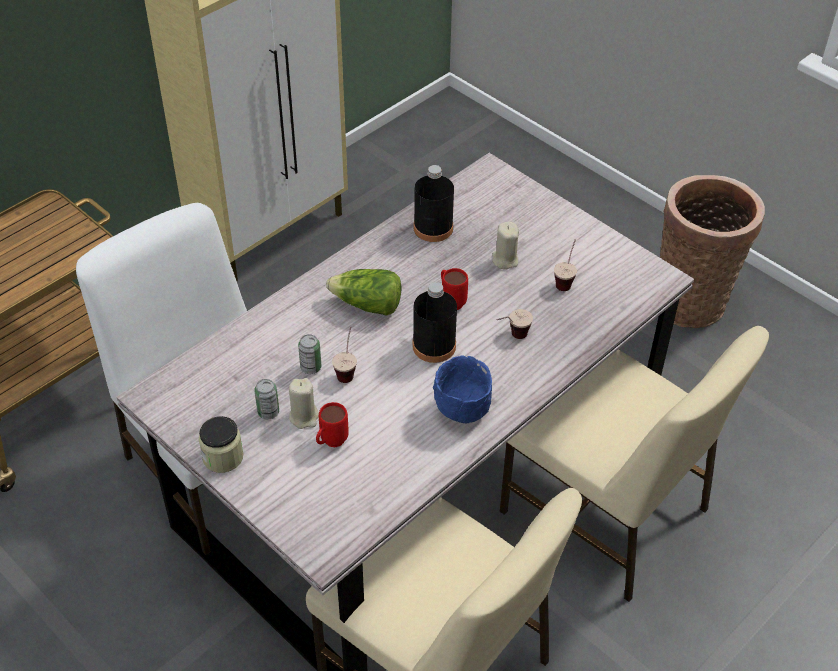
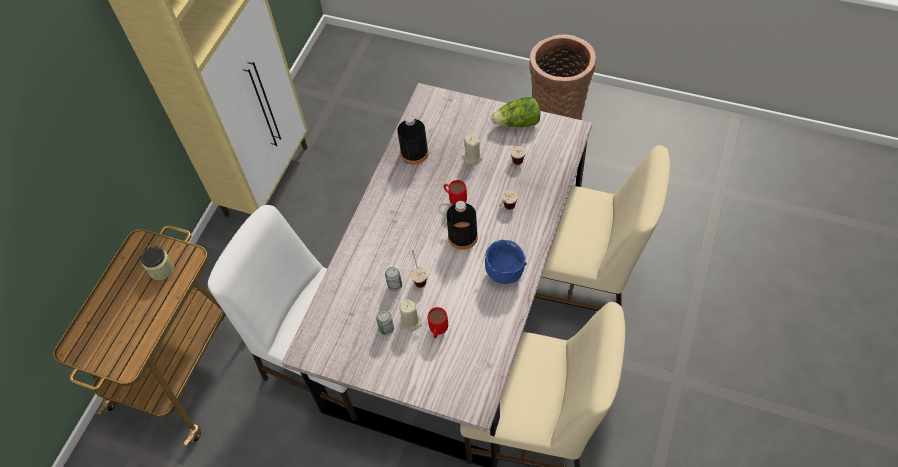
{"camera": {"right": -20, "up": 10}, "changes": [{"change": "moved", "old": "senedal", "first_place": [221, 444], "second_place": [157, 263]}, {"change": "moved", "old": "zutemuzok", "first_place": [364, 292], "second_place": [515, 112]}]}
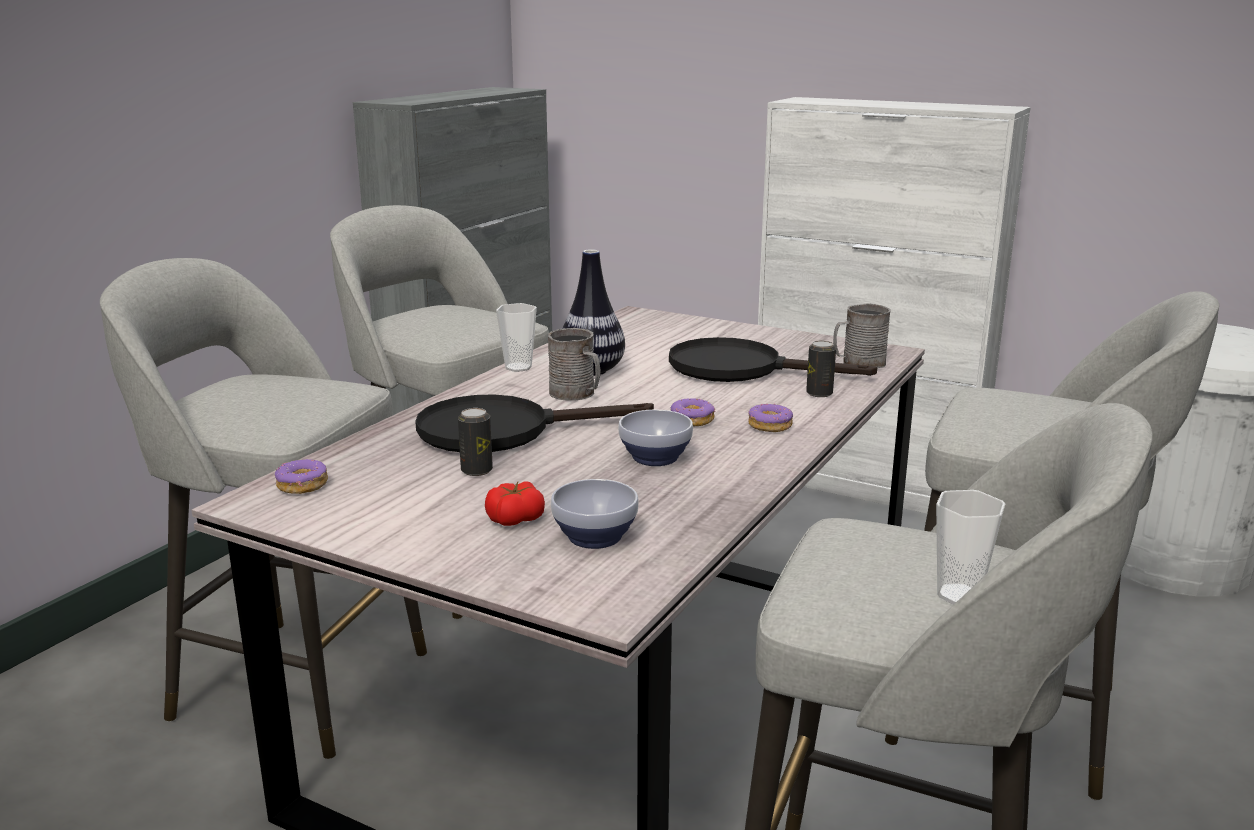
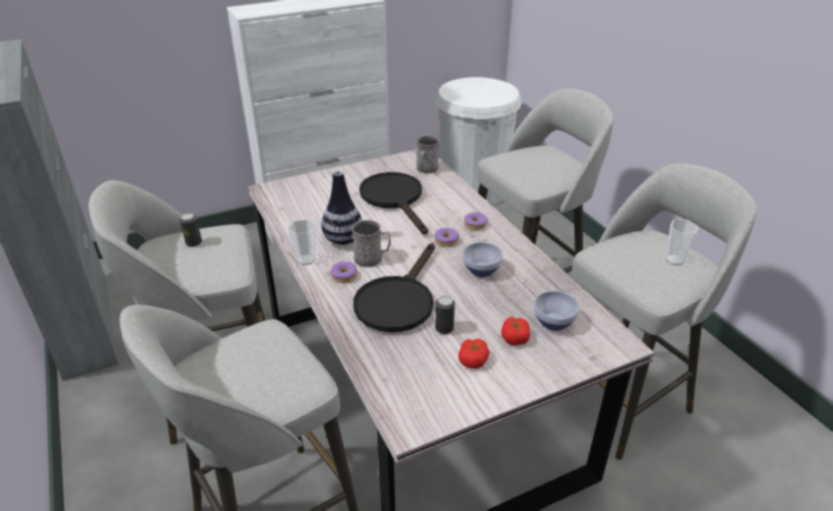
{"camera": {"right": -55, "up": 15}, "changes": [{"change": "added", "new": "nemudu", "second_place": [473, 354]}, {"change": "moved", "old": "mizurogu", "first_place": [301, 476], "second_place": [344, 272]}, {"change": "moved", "old": "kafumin", "first_place": [821, 368], "second_place": [191, 230]}, {"change": "turned", "old": "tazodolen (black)", "first_place": [773, 359], "second_place": [393, 203], "degrees": 105}]}
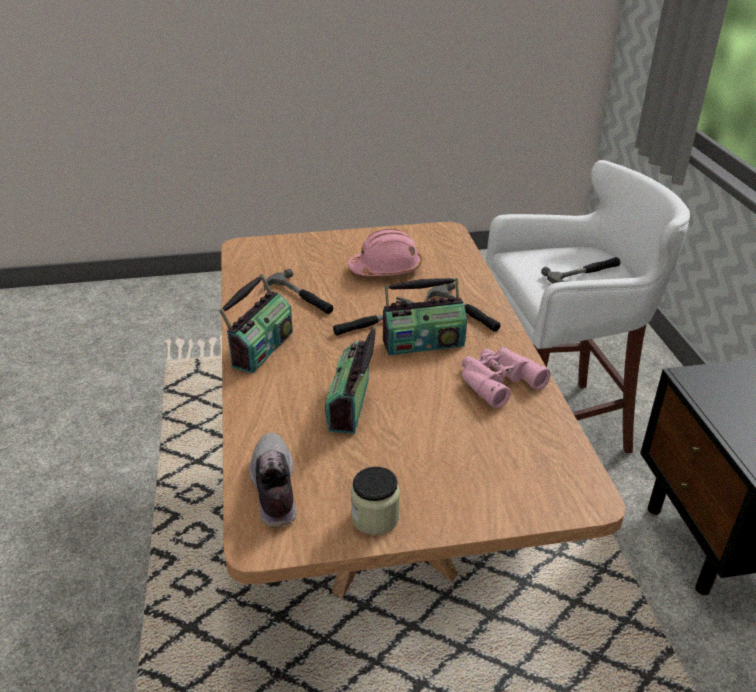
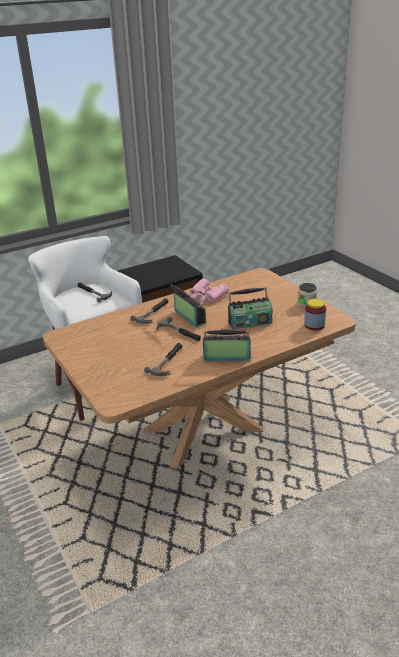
{"camera": {"right": -110, "up": -5}, "changes": [{"change": "removed", "old": "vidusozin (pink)", "first_place": [385, 252]}, {"change": "replaced", "old": "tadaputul", "new": "senedal", "first_place": [273, 480], "second_place": [315, 314]}]}
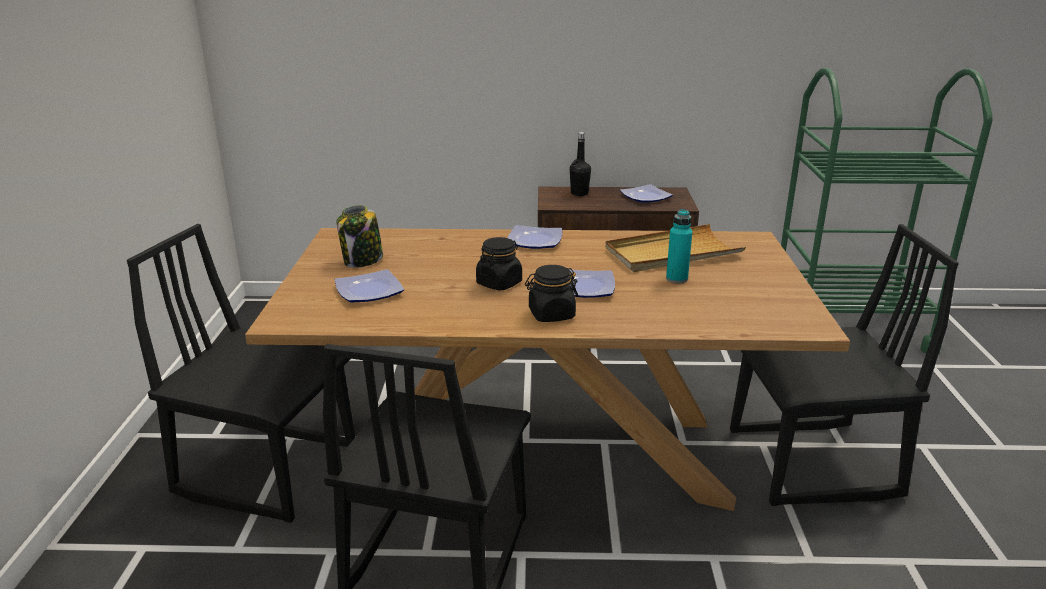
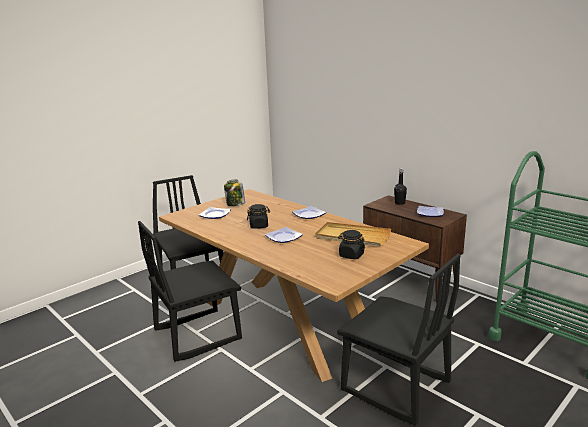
{"camera": {"right": 45, "up": -5}, "changes": [{"change": "removed", "old": "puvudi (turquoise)", "first_place": [679, 246]}, {"change": "moved", "old": "senedal (black)", "first_place": [552, 293], "second_place": [351, 244]}]}
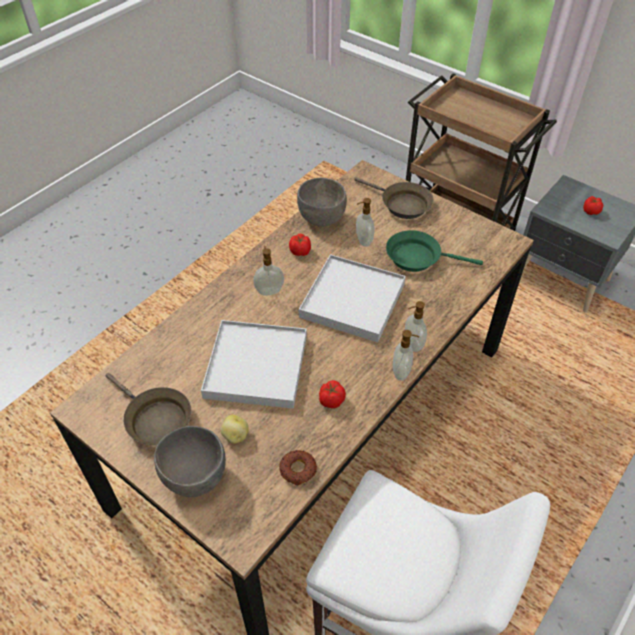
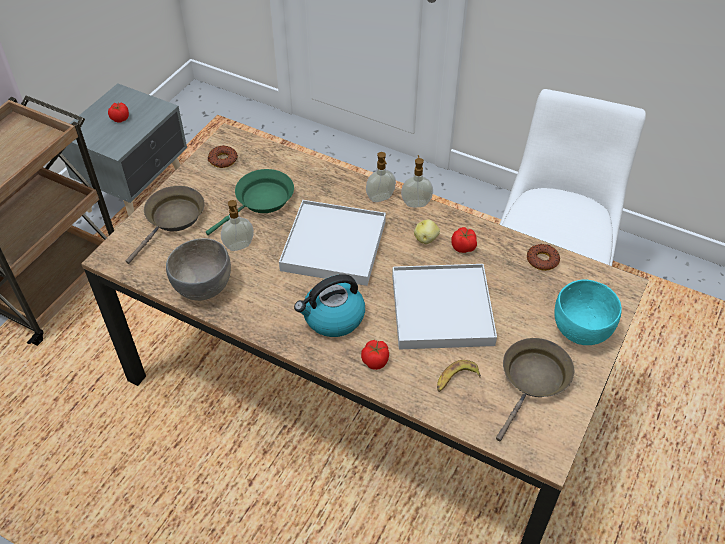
{"camera": {"right": -100, "up": 0}, "changes": [{"change": "added", "new": "mizurogu", "second_place": [223, 156]}, {"change": "added", "new": "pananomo", "second_place": [459, 376]}, {"change": "moved", "old": "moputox", "first_place": [235, 429], "second_place": [427, 232]}, {"change": "moved", "old": "nemudu", "first_place": [300, 245], "second_place": [375, 355]}, {"change": "replaced", "old": "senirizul", "new": "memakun", "first_place": [268, 271], "second_place": [329, 305]}, {"change": "recoloured", "old": "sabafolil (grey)", "new": "sabafolil (turquoise)", "first_place": [190, 461], "second_place": [588, 312]}, {"change": "turned", "old": "tazodolen (green)", "first_place": [434, 251], "second_place": [250, 202], "degrees": -135}]}
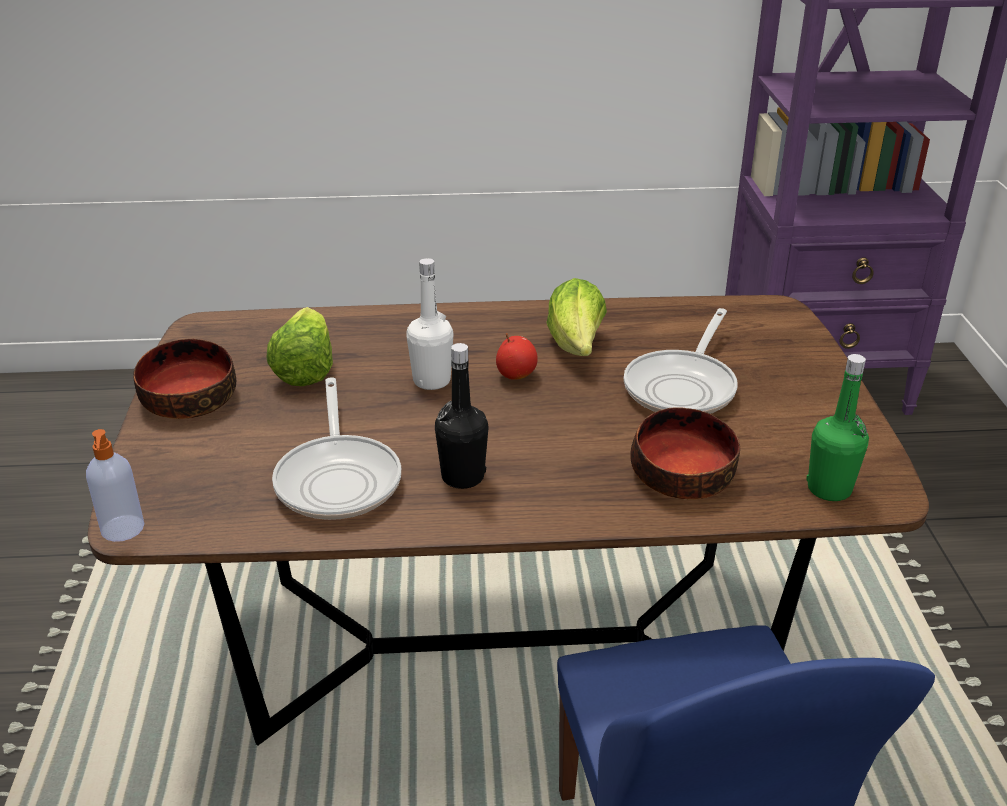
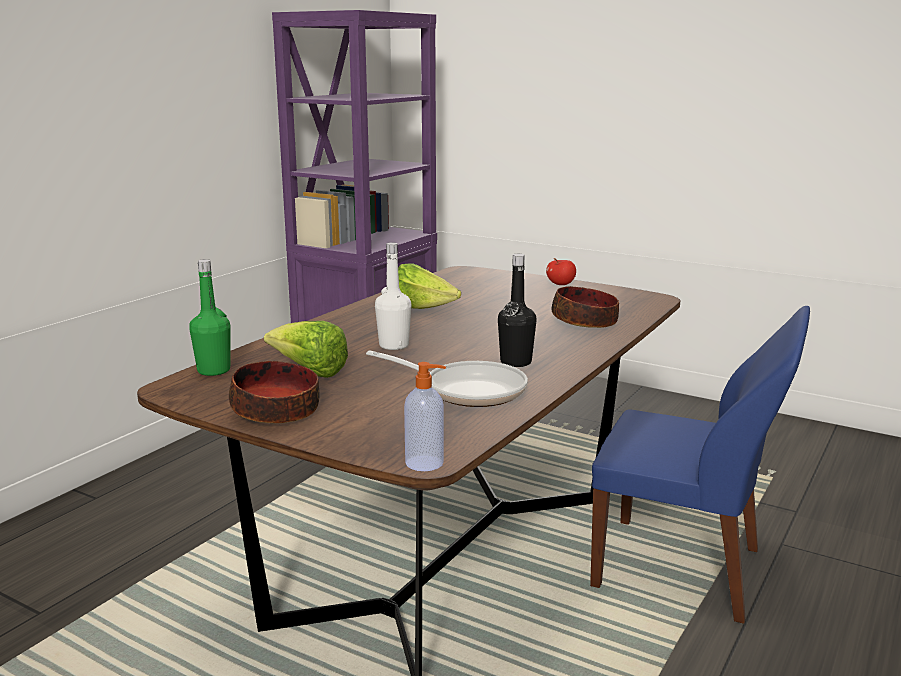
{"camera": {"right": -55, "up": -15}, "changes": [{"change": "removed", "old": "tazodolen", "first_place": [680, 361]}, {"change": "moved", "old": "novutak", "first_place": [517, 356], "second_place": [561, 271]}, {"change": "moved", "old": "puvudi (green)", "first_place": [837, 427], "second_place": [210, 317]}]}
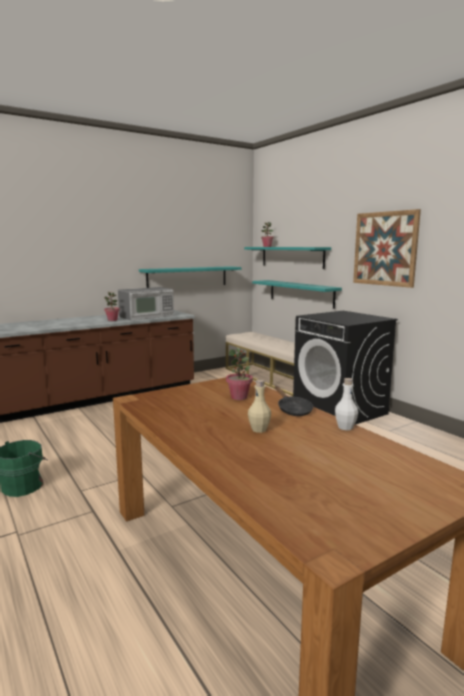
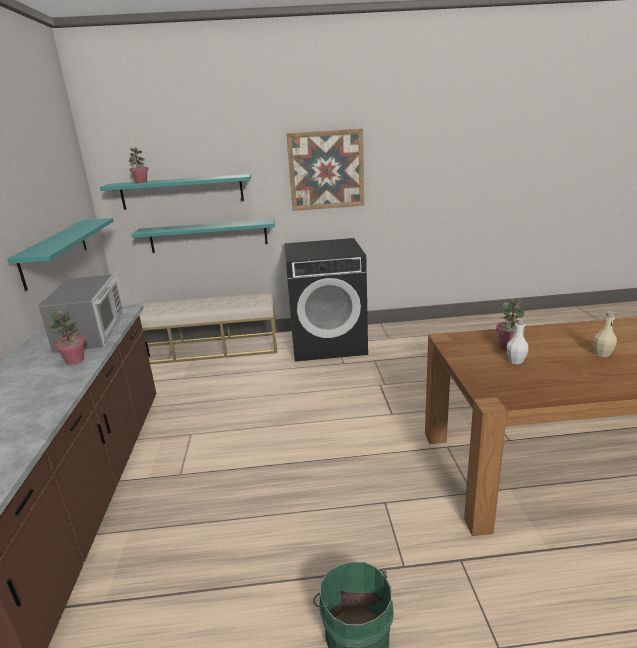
{"camera": {"right": -60, "up": 10}, "changes": [{"change": "removed", "old": "tazodolen (black)", "first_place": [294, 401]}, {"change": "moved", "old": "puvudi (white)", "first_place": [346, 404], "second_place": [517, 341]}]}
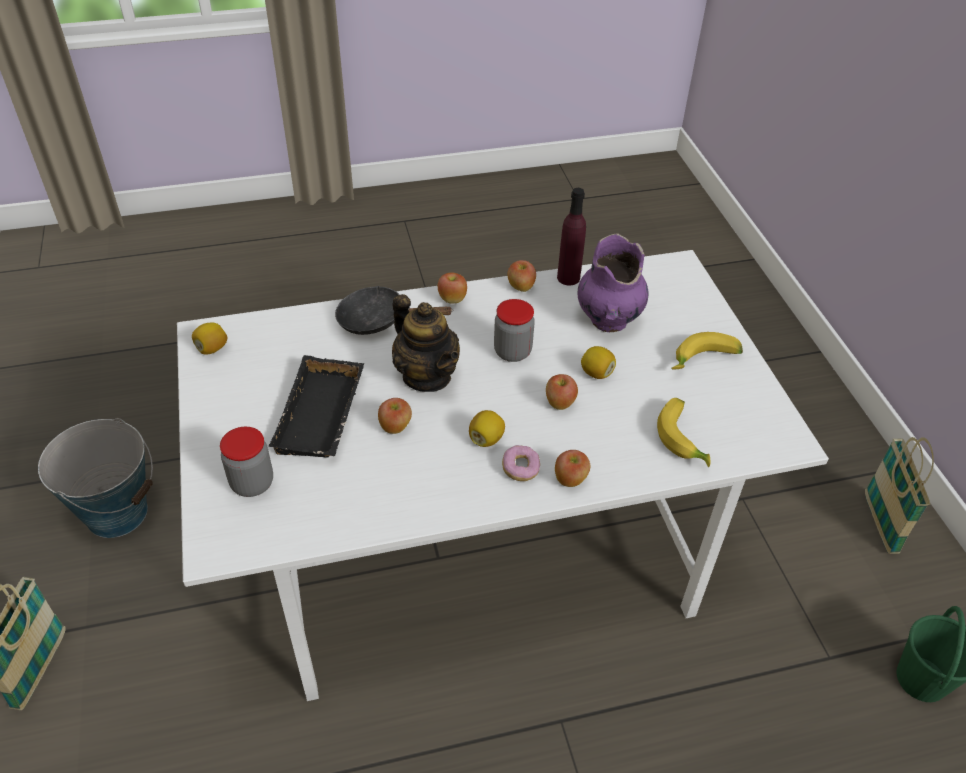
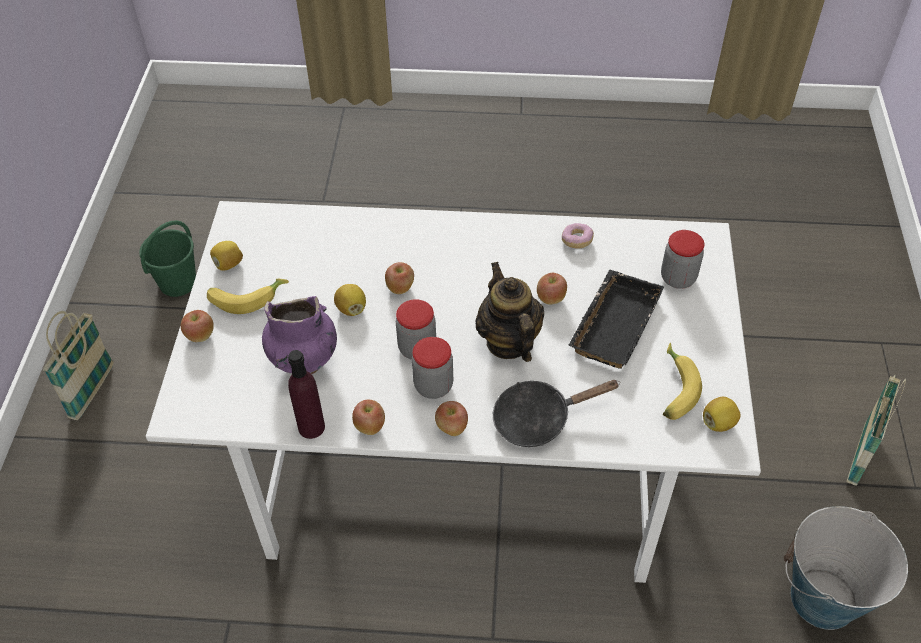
{"camera": {"right": -160, "up": 5}, "changes": [{"change": "added", "new": "senedal", "second_place": [432, 368]}, {"change": "moved", "old": "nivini", "first_place": [487, 428], "second_place": [226, 255]}, {"change": "moved", "old": "mizurogu", "first_place": [521, 463], "second_place": [578, 235]}, {"change": "moved", "old": "novutak", "first_place": [572, 468], "second_place": [197, 326]}, {"change": "moved", "old": "pananomo", "first_place": [683, 432], "second_place": [682, 381]}, {"change": "turned", "old": "tazodolen (black)", "first_place": [394, 310], "second_place": [556, 413], "degrees": 135}]}
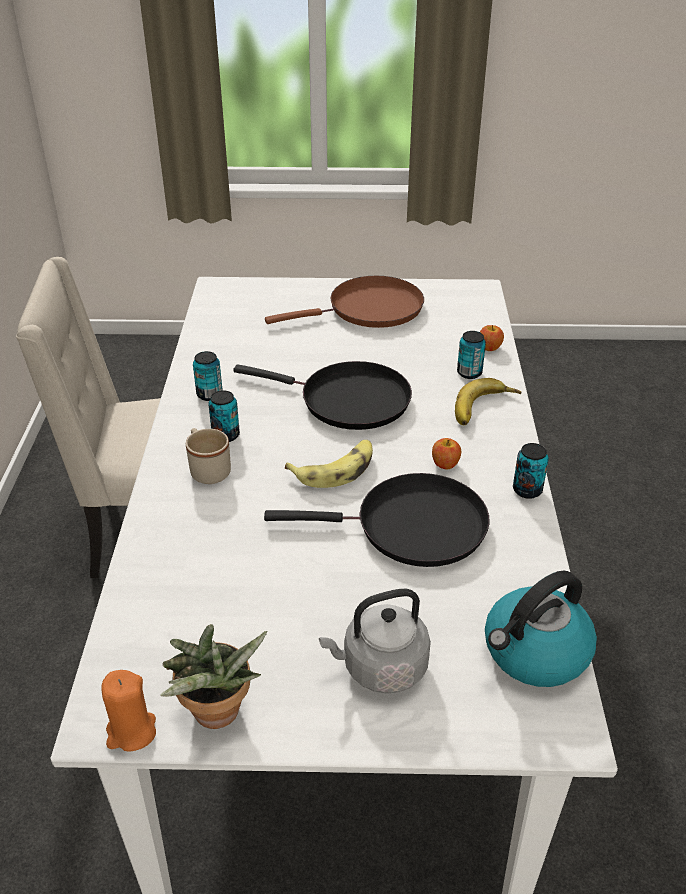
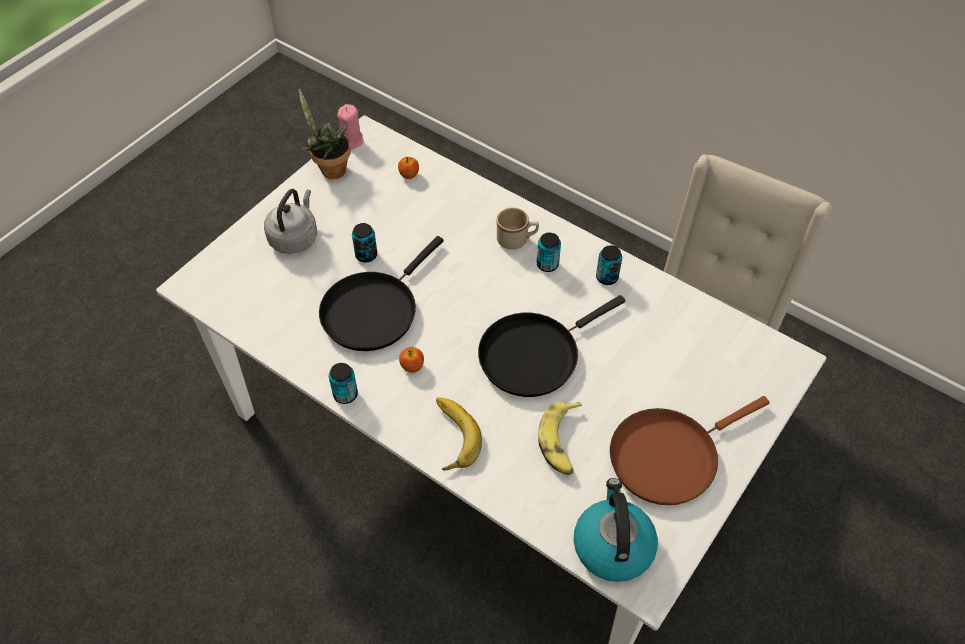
{"camera": {"right": 125, "up": 15}, "changes": [{"change": "moved", "old": "pananomo", "first_place": [329, 464], "second_place": [560, 438]}, {"change": "moved", "old": "kafumin", "first_place": [471, 355], "second_place": [364, 243]}, {"change": "moved", "old": "novutak", "first_place": [492, 338], "second_place": [408, 168]}, {"change": "moved", "old": "memakun", "first_place": [541, 628], "second_place": [616, 530]}, {"change": "recoloured", "old": "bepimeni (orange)", "new": "bepimeni (pink)", "first_place": [128, 711], "second_place": [350, 126]}, {"change": "turned", "old": "tazodolen (brown)", "first_place": [344, 302], "second_place": [689, 450], "degrees": 45}]}
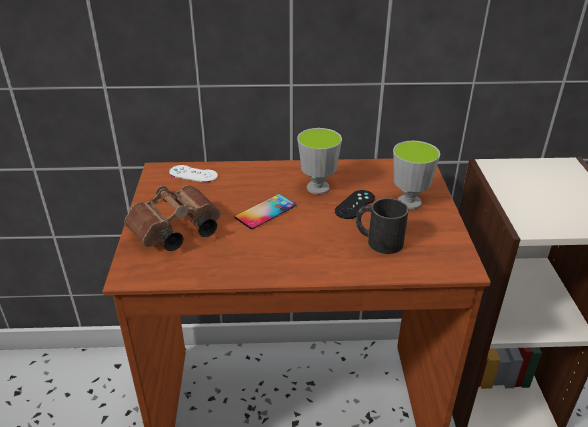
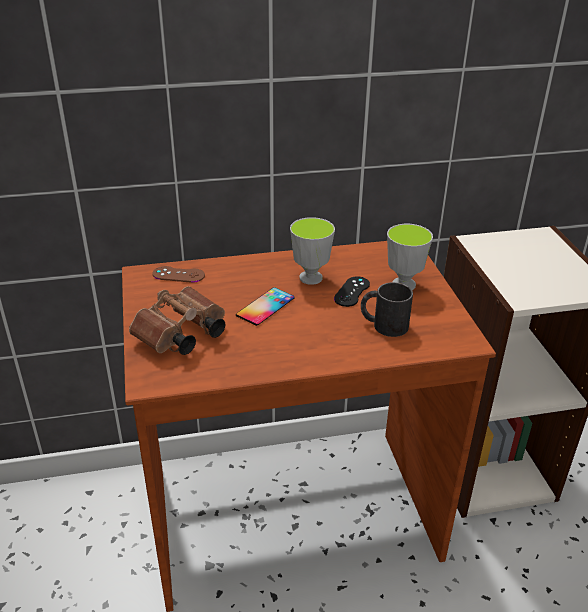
{"camera": {"right": -10, "up": 0}, "changes": [{"change": "recoloured", "old": "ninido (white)", "new": "ninido (brown)", "first_place": [193, 174], "second_place": [178, 274]}]}
